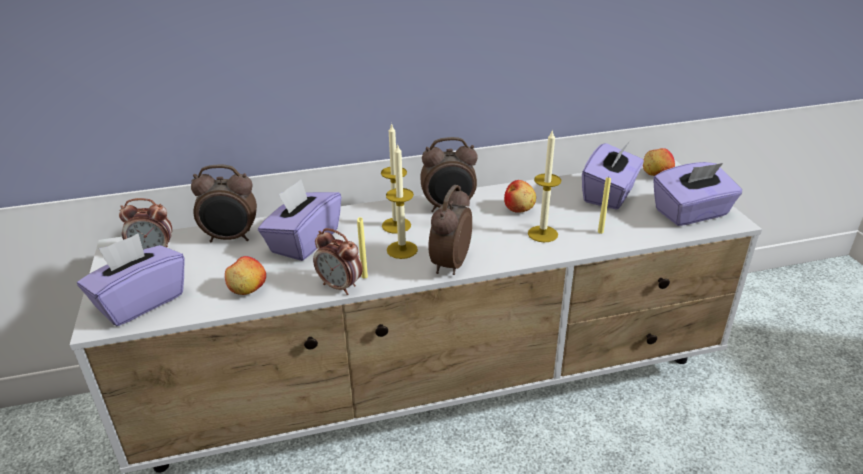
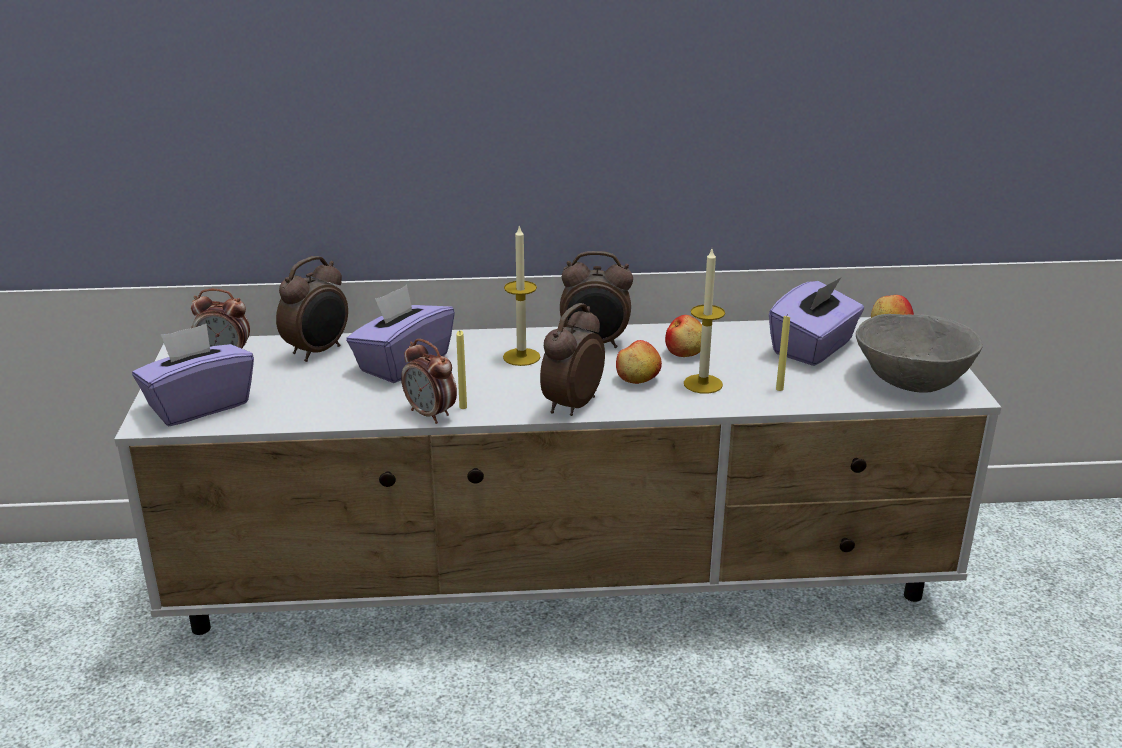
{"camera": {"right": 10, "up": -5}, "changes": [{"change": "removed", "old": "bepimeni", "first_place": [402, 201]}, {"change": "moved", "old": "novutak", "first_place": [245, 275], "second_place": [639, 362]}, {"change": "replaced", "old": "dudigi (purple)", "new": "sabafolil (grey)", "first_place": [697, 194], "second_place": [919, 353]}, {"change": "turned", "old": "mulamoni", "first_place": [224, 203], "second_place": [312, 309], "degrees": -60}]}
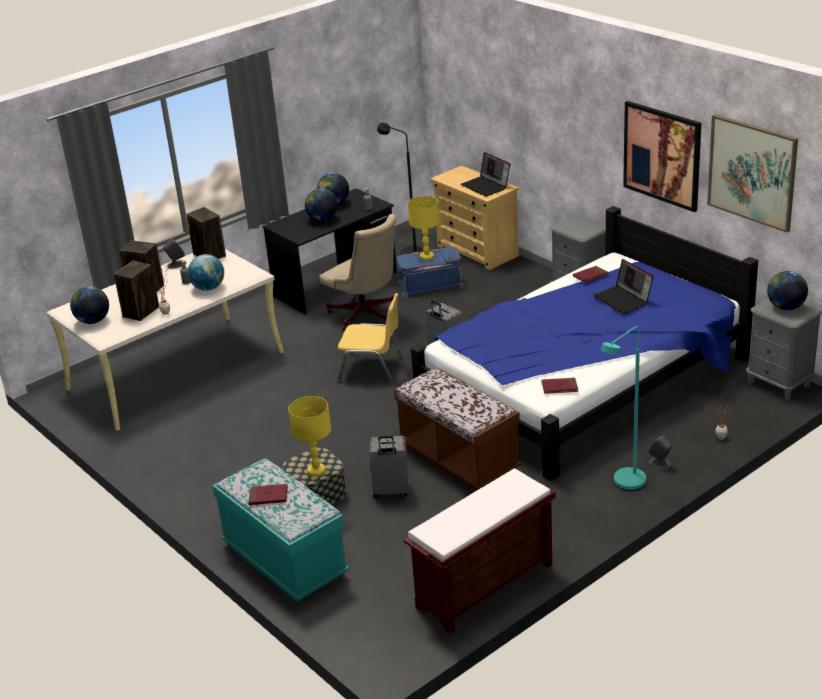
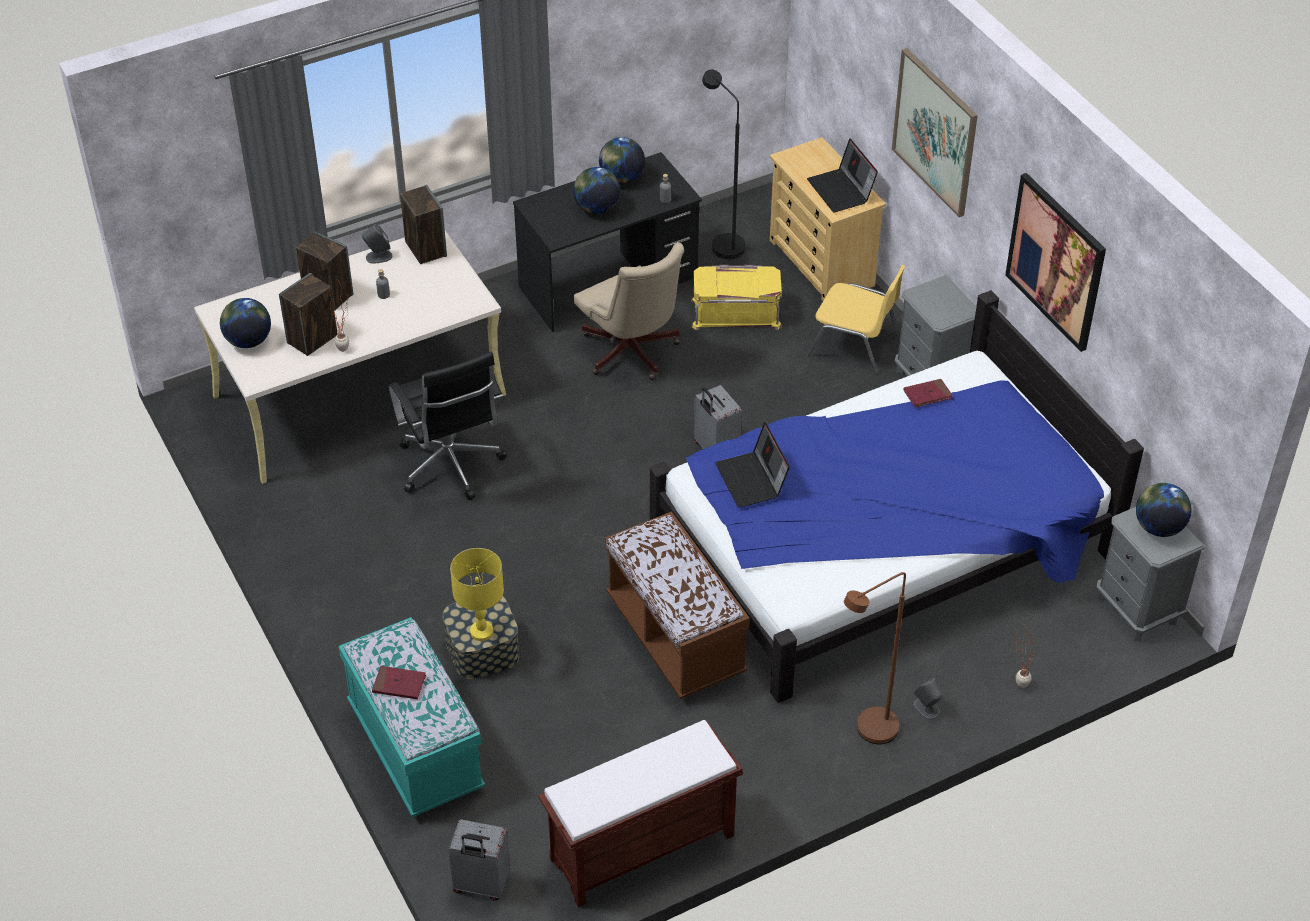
{"camera": {"right": 10, "up": 15}, "changes": [{"change": "removed", "old": "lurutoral", "first_place": [206, 272]}, {"change": "removed", "old": "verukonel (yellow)", "first_place": [424, 228]}, {"change": "removed", "old": "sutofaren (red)", "first_place": [559, 386]}, {"change": "added", "new": "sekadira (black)", "second_place": [448, 425]}, {"change": "moved", "old": "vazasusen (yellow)", "first_place": [371, 338], "second_place": [857, 319]}, {"change": "moved", "old": "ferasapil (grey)", "first_place": [389, 467], "second_place": [479, 860]}, {"change": "moved", "old": "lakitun", "first_place": [623, 286], "second_place": [752, 465]}, {"change": "moved", "old": "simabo", "first_place": [752, 173], "second_place": [935, 132]}, {"change": "recoloured", "old": "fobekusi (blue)", "new": "fobekusi (yellow)", "first_place": [430, 272], "second_place": [736, 297]}, {"change": "recoloured", "old": "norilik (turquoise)", "new": "norilik (brown)", "first_place": [623, 408], "second_place": [875, 658]}]}
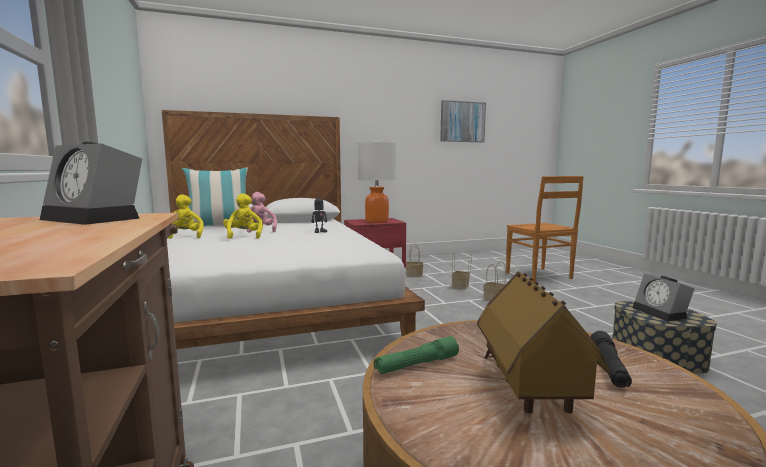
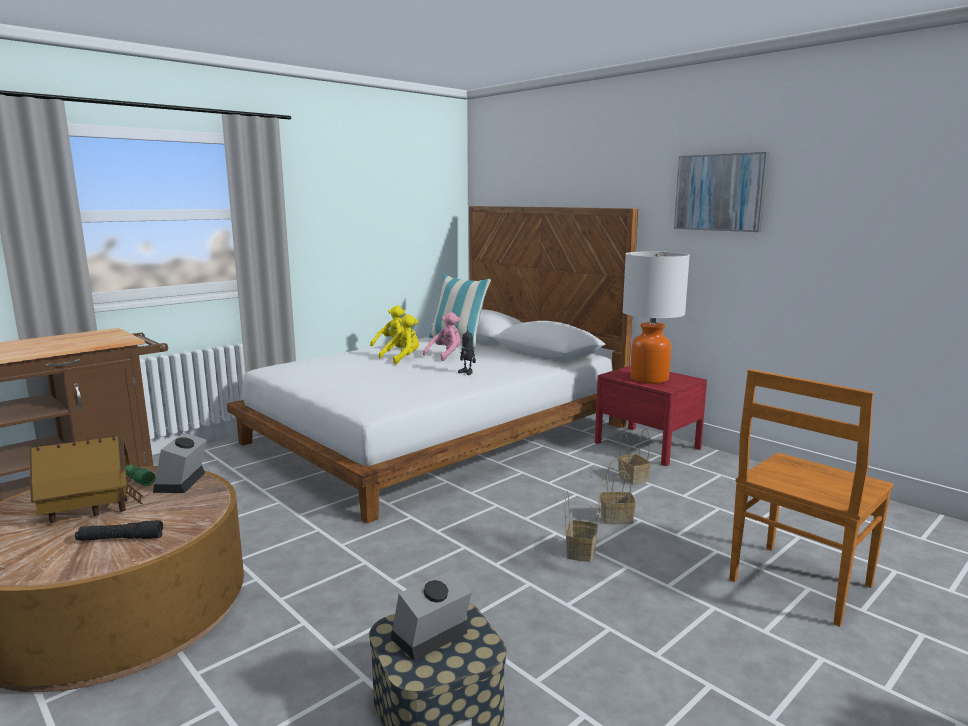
{"camera": {"right": 65, "up": 5}, "changes": [{"change": "moved", "old": "mulamoni", "first_place": [91, 183], "second_place": [180, 462]}, {"change": "moved", "old": "simabo", "first_place": [463, 121], "second_place": [721, 192]}]}
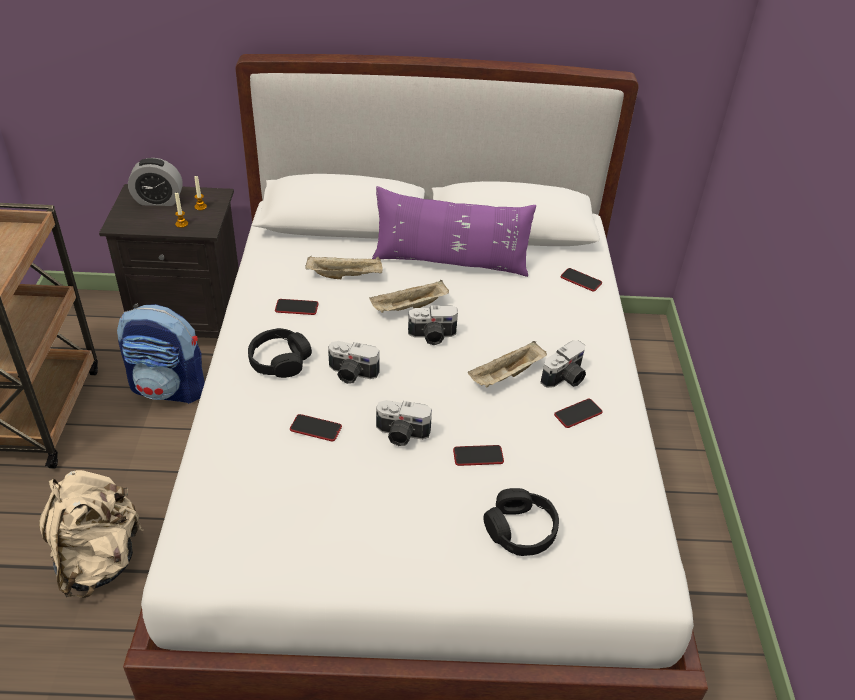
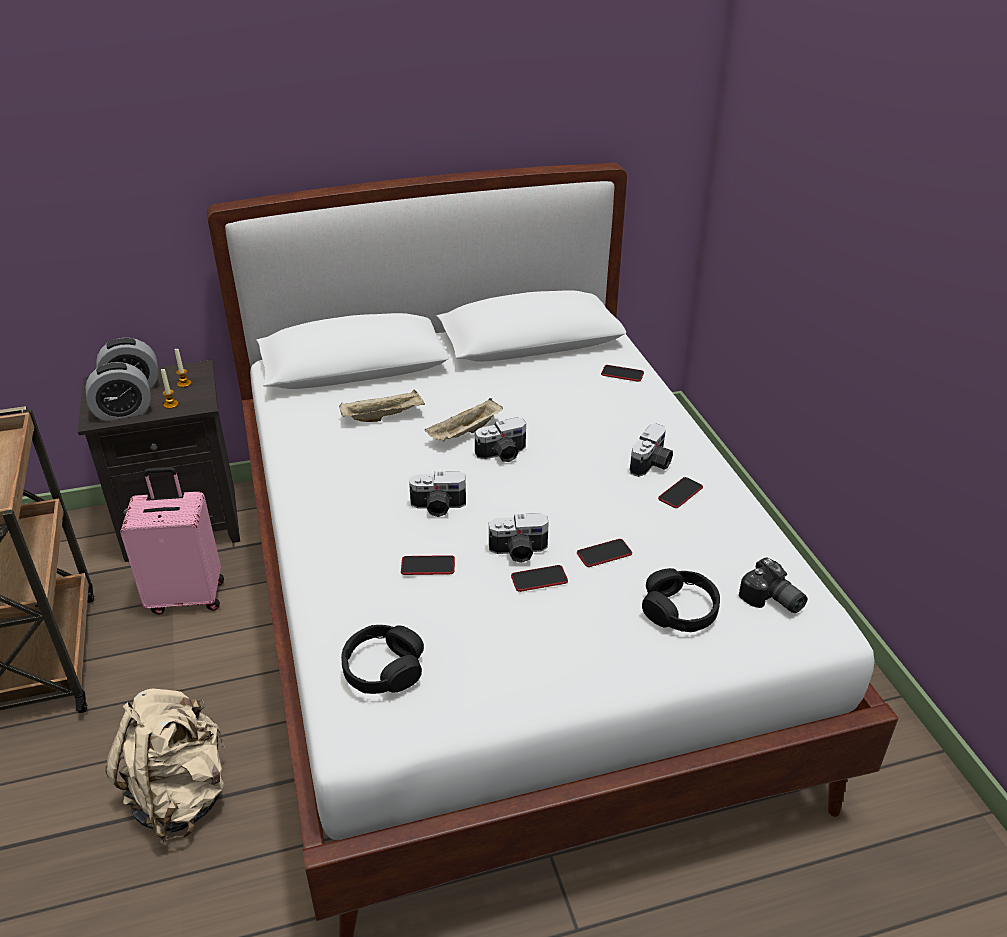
{"camera": {"right": -15, "up": -5}, "changes": [{"change": "removed", "old": "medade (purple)", "first_place": [454, 231]}, {"change": "removed", "old": "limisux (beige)", "first_place": [507, 364]}, {"change": "added", "new": "mulamoni", "second_place": [118, 392]}, {"change": "added", "new": "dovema", "second_place": [773, 585]}, {"change": "moved", "old": "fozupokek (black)", "first_place": [280, 353], "second_place": [382, 659]}, {"change": "moved", "old": "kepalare", "first_place": [297, 307], "second_place": [539, 578]}, {"change": "replaced", "old": "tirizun", "new": "ferasapil (pink)", "first_place": [161, 354], "second_place": [172, 541]}]}
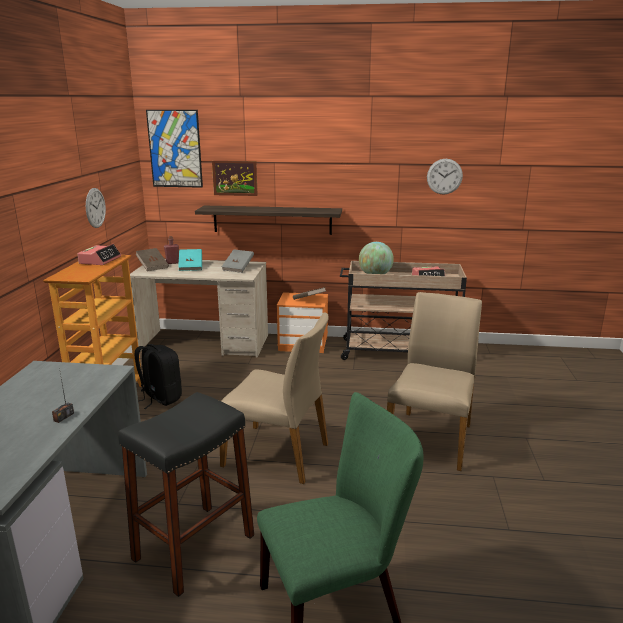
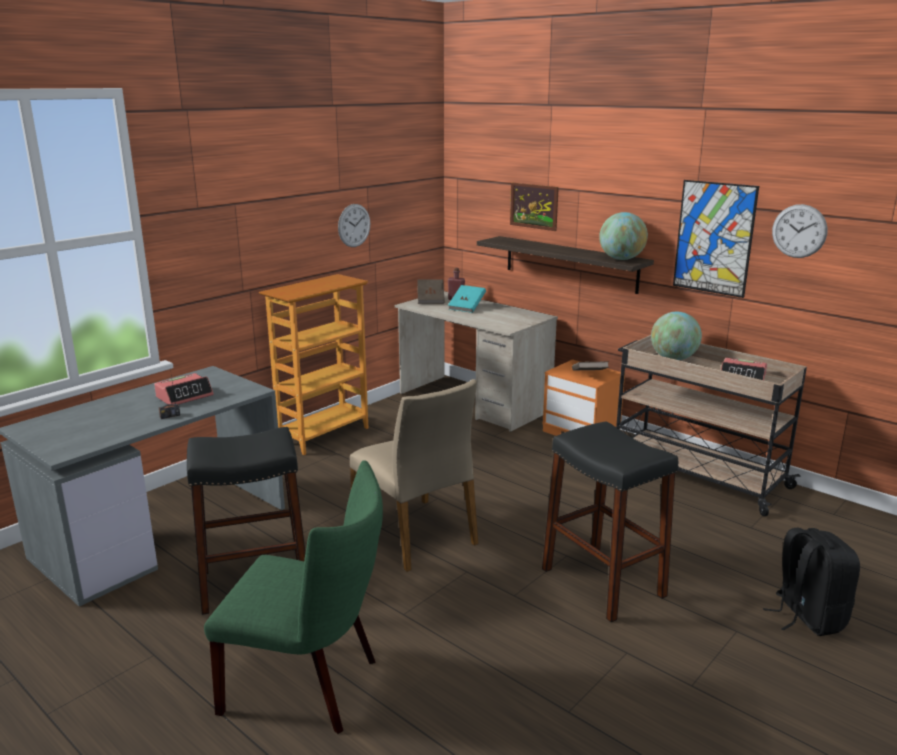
{"camera": {"right": 35, "up": 0}, "changes": [{"change": "removed", "old": "sutofaren (grey)", "first_place": [238, 261]}, {"change": "added", "new": "lurutoral", "second_place": [623, 236]}, {"change": "moved", "old": "mulamoni", "first_place": [99, 254], "second_place": [184, 389]}, {"change": "moved", "old": "tirizun (black)", "first_place": [158, 376], "second_place": [811, 582]}, {"change": "moved", "old": "simabo", "first_place": [174, 149], "second_place": [716, 239]}, {"change": "replaced", "old": "vazasusen (beige)", "new": "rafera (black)", "first_place": [434, 381], "second_place": [610, 521]}]}
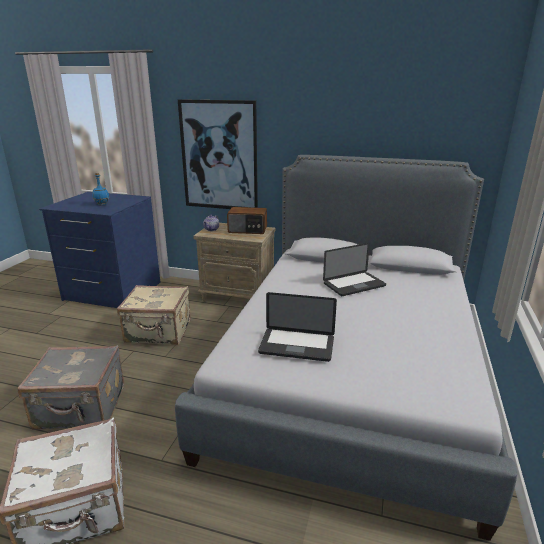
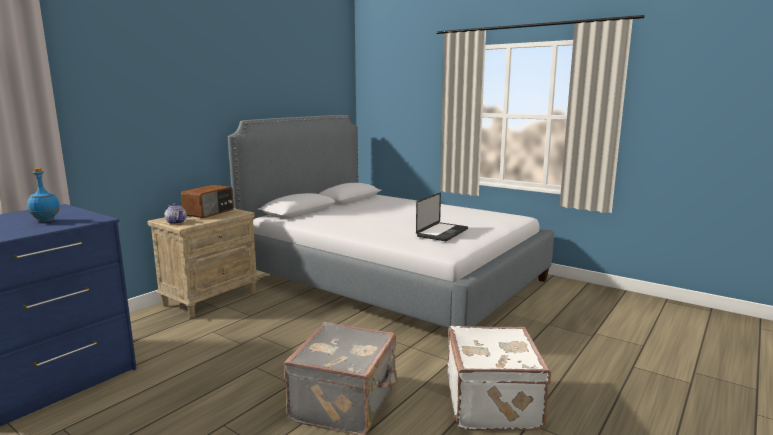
{"camera": {"right": -70, "up": -10}, "changes": [{"change": "removed", "old": "ferasapil (beige)", "first_place": [154, 315]}, {"change": "removed", "old": "simabo", "first_place": [218, 154]}, {"change": "removed", "old": "lakitun", "first_place": [354, 269]}]}
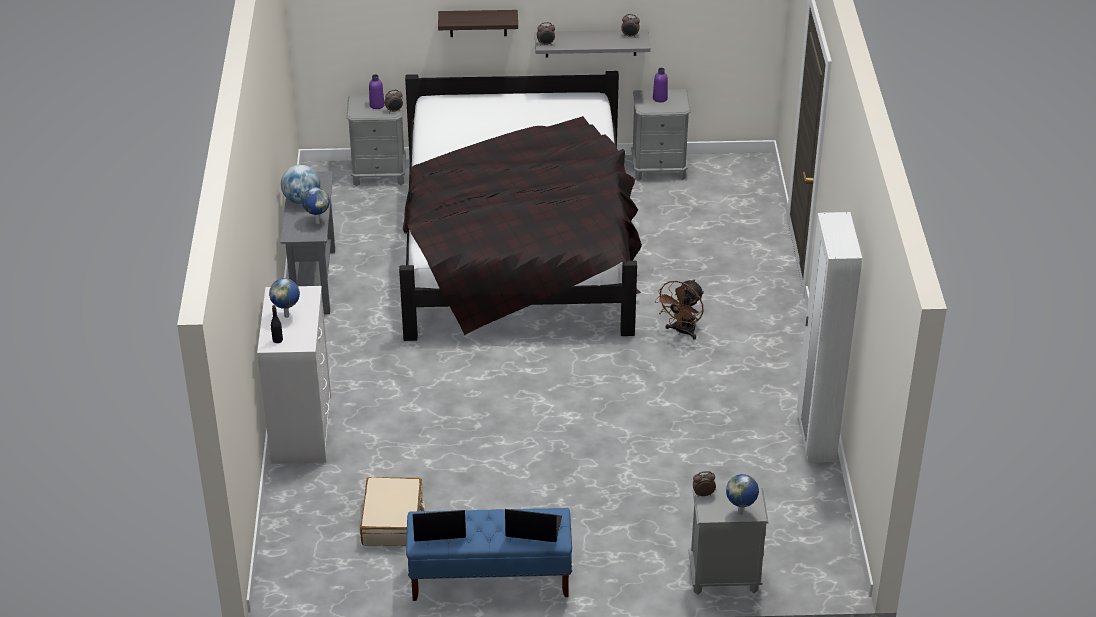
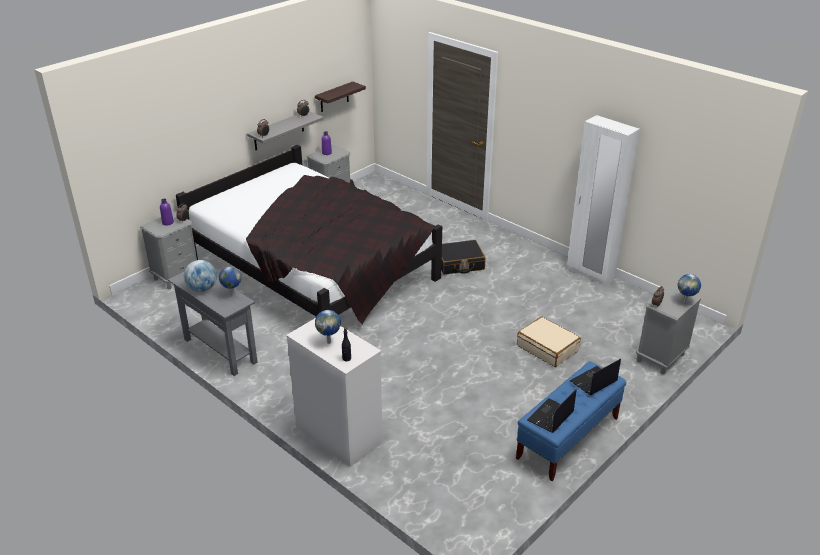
{"camera": {"right": -45, "up": -5}, "changes": [{"change": "moved", "old": "ferasapil (beige)", "first_place": [392, 511], "second_place": [549, 341]}, {"change": "moved", "old": "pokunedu", "first_place": [478, 23], "second_place": [340, 97]}, {"change": "replaced", "old": "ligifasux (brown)", "new": "ferasapil (black)", "first_place": [679, 309], "second_place": [463, 257]}]}
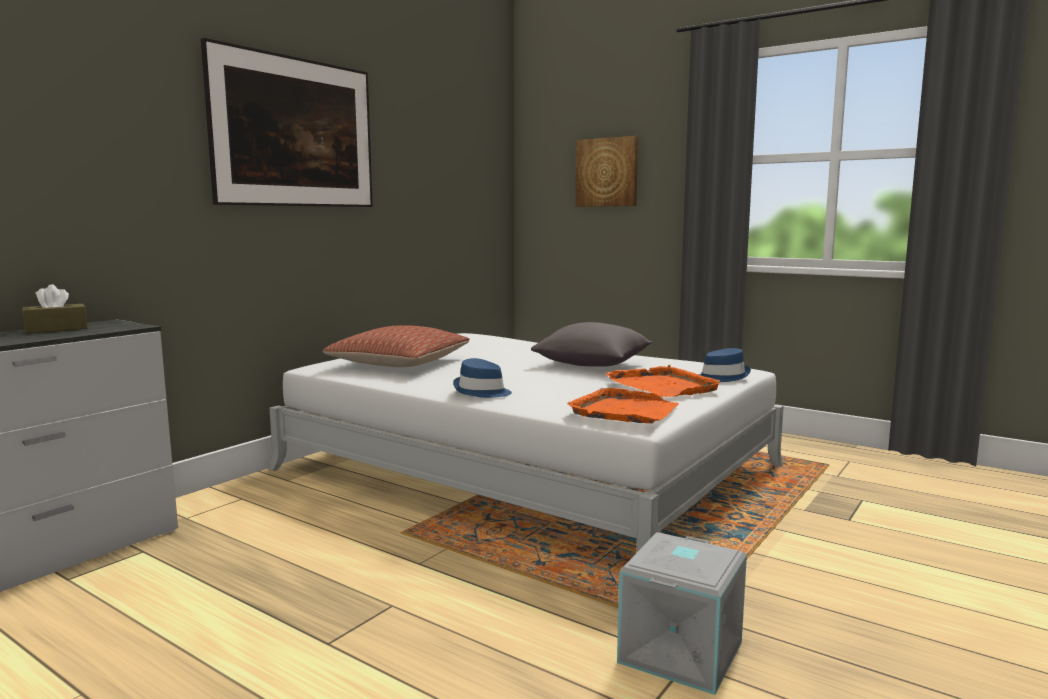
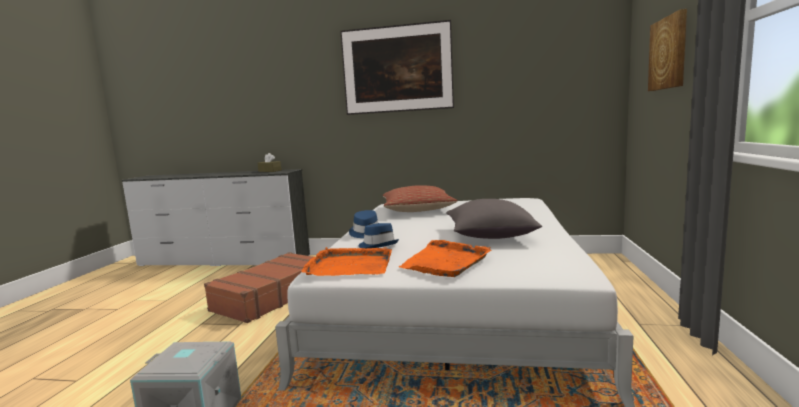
{"camera": {"right": 65, "up": 0}, "changes": [{"change": "added", "new": "ferasapil (brown)", "second_place": [258, 287]}, {"change": "moved", "old": "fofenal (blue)", "first_place": [725, 365], "second_place": [379, 235]}]}
